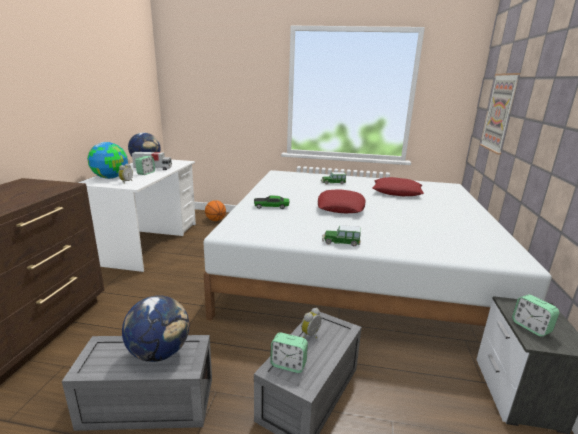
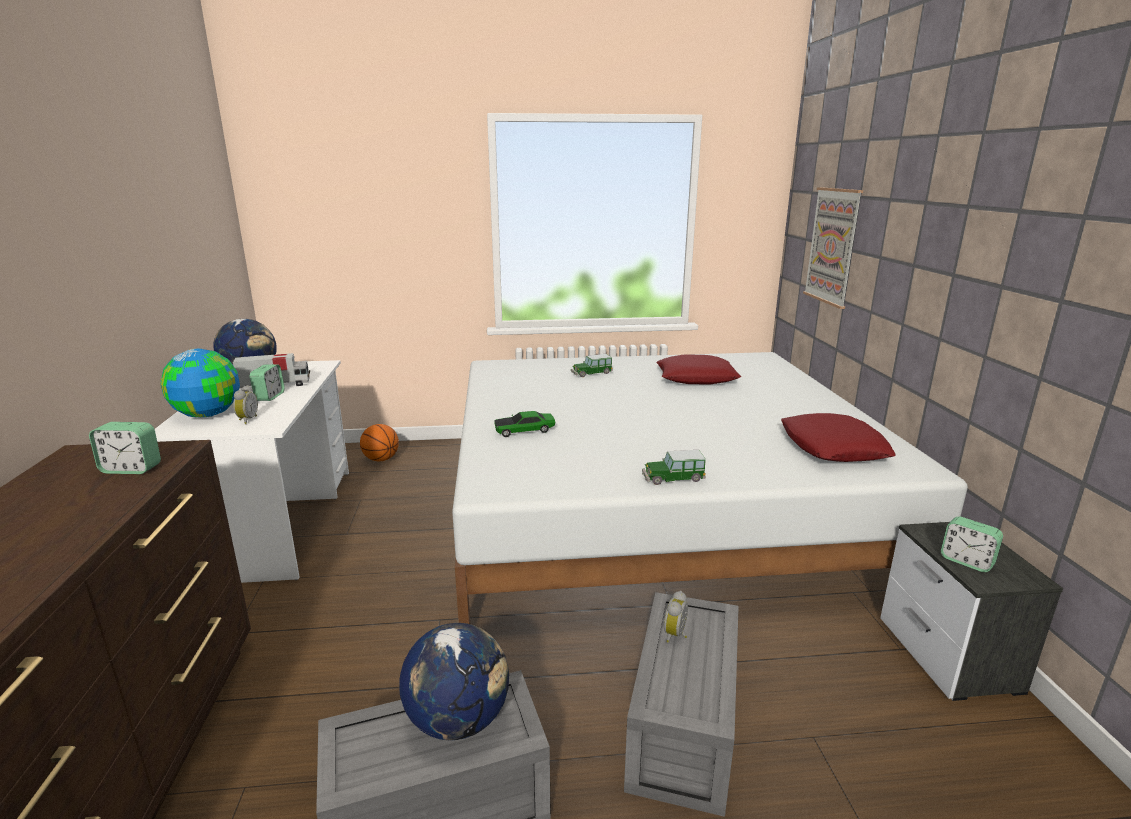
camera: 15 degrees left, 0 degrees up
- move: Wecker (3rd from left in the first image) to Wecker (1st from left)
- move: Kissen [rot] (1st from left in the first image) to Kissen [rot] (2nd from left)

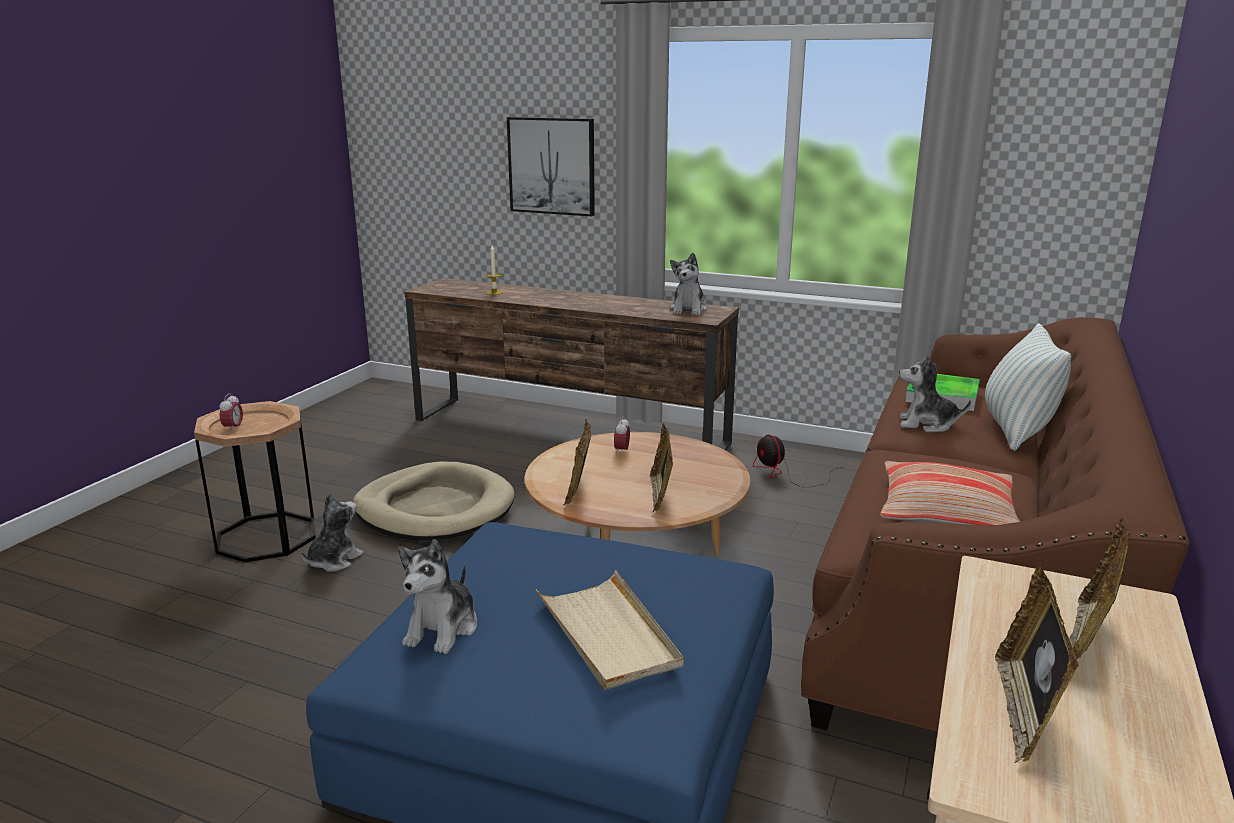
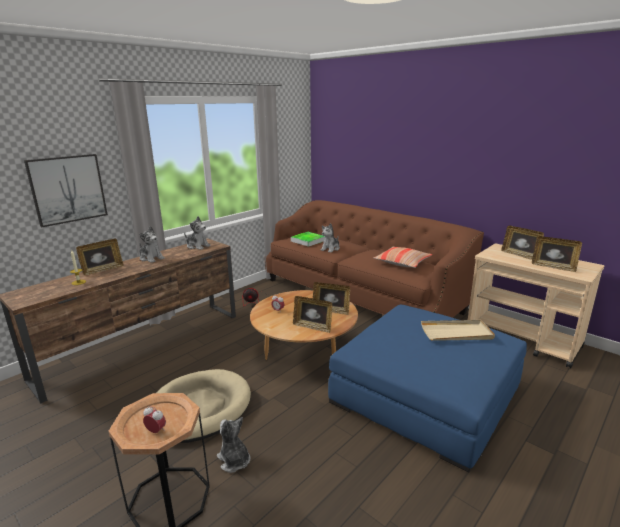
camera: 70 degrees left, 0 degrees up
- delete: Kissen (2nd from left)
- insert: Bilderrahmen (1st from left)
- move: Plüschtier (2nd from left in the first image) to Plüschtier (1st from left)

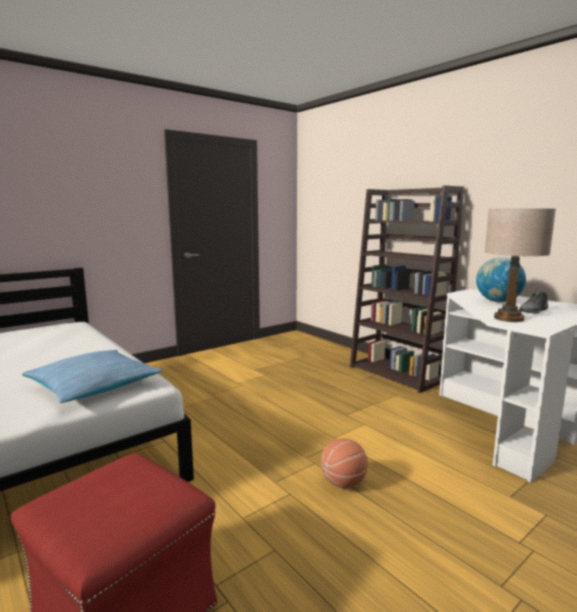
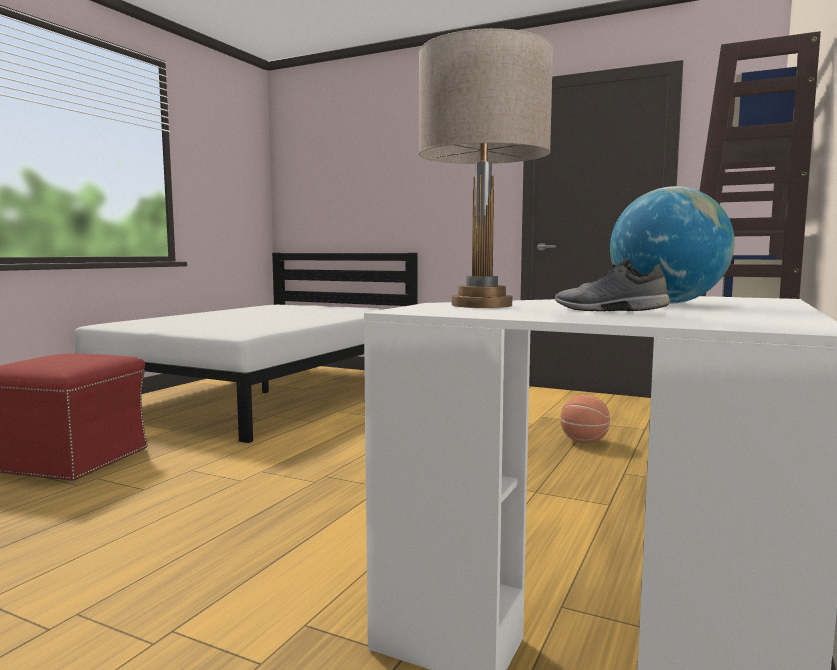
camera: 65 degrees right, 5 degrees down
- delete: Kissen
- move: Basketball

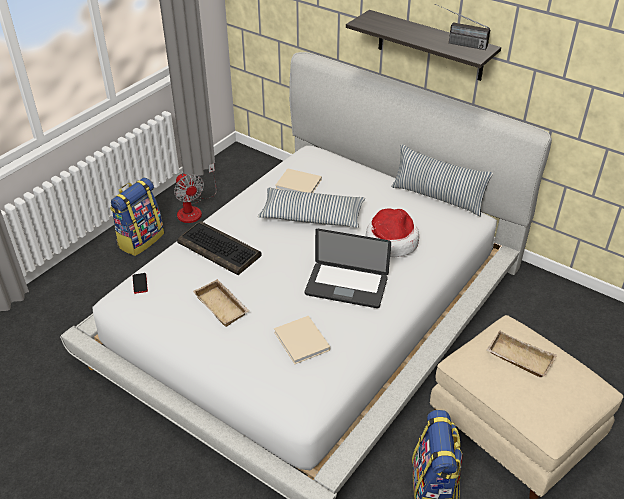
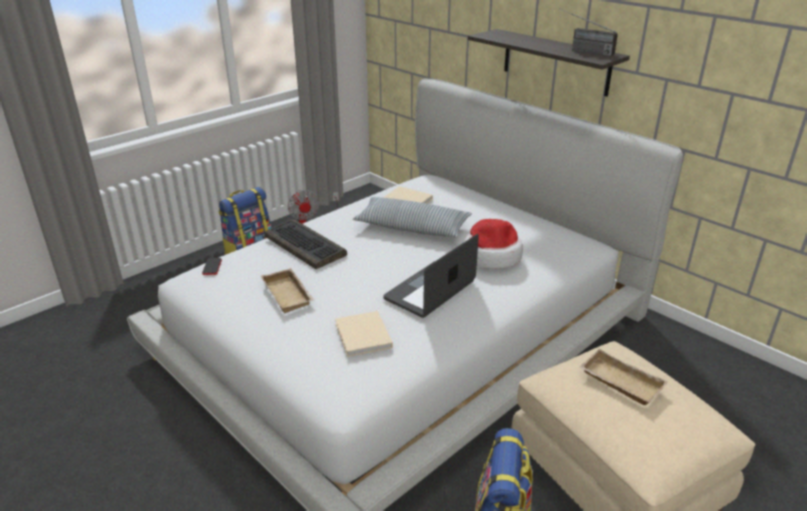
camera: 10 degrees right, 10 degrees down
- delete: Kissen (2nd from left)
- rotate: Laptop 105 degrees clockwise

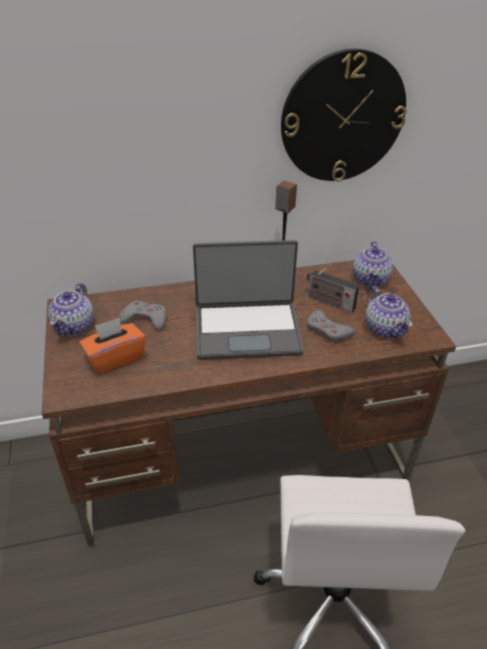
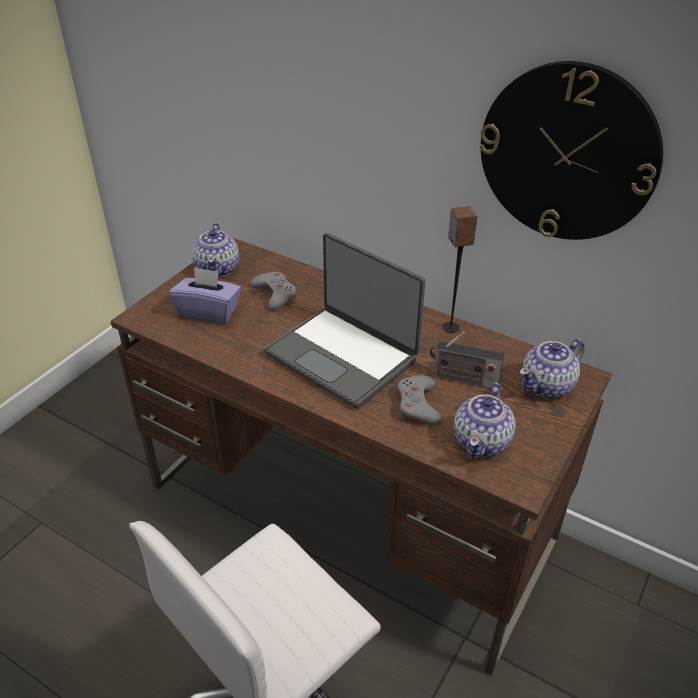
camera: 45 degrees right, 0 degrees up
- recolor: Taschentuchbox [orange] to Taschentuchbox [lila]
- rotate: Teekanne (1st from left) 60 degrees counterclockwise
- rotate: Radio 60 degrees counterclockwise

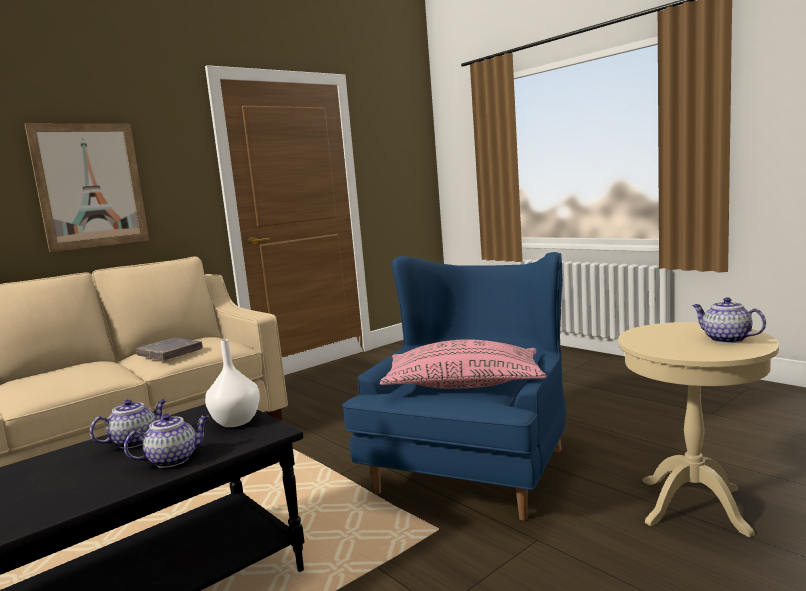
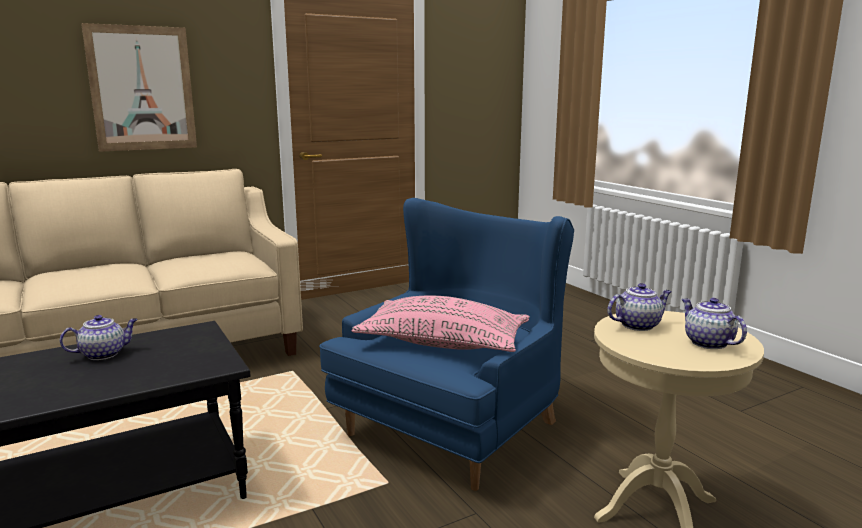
camera: 10 degrees right, 5 degrees up
- delete: Buch [grau]
- delete: Vase [weiß]
- move: Teekanne (2nd from left)

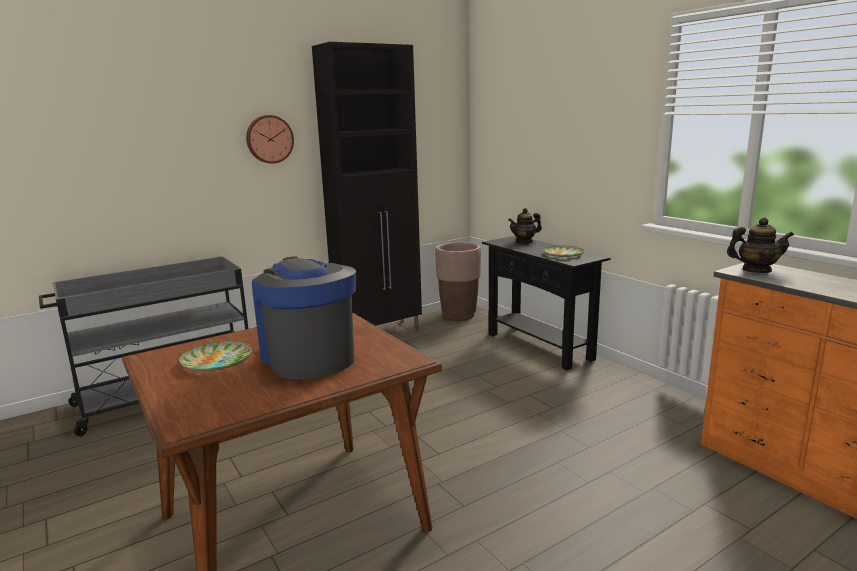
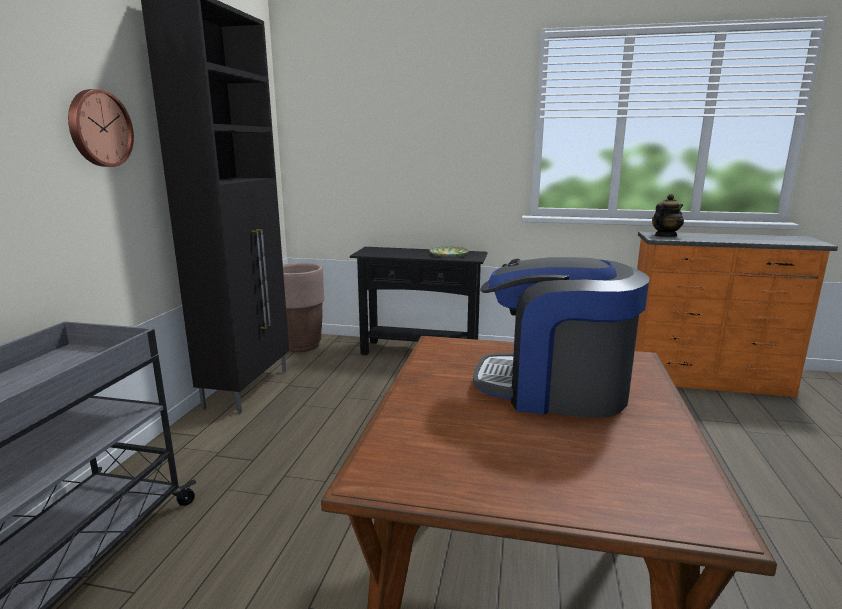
camera: 45 degrees left, 0 degrees up
- delete: Teller (1st from left)
- delete: Teekanne (1st from left)

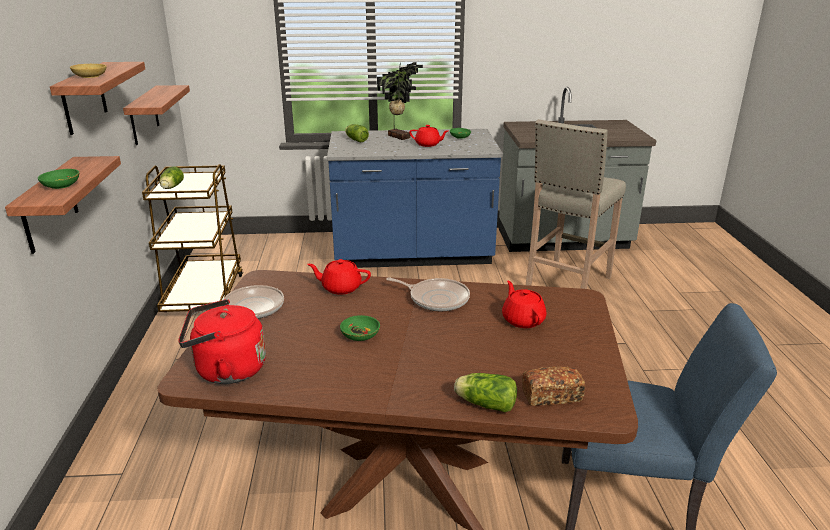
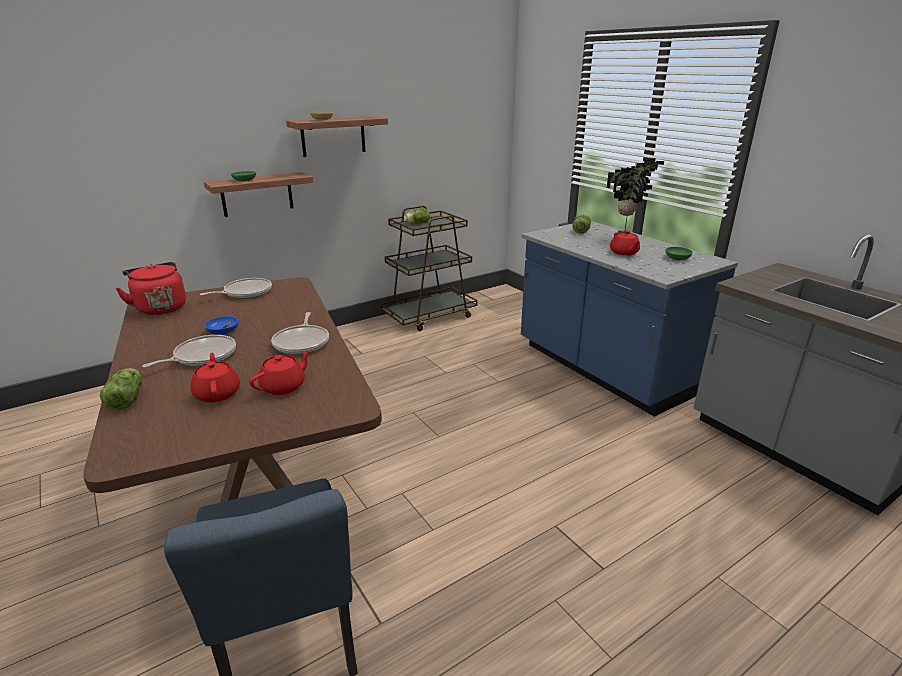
camera: 60 degrees right, 0 degrees up
- delete: Wandregal (3rd from left)
- delete: Brot
- delete: Hocker [beige]
- insert: Pfanne (1st from left)
- move: Teekanne [rot] (1st from left)
- recolor: Schüssel [grün] (2nd from left) to Schüssel [blau]

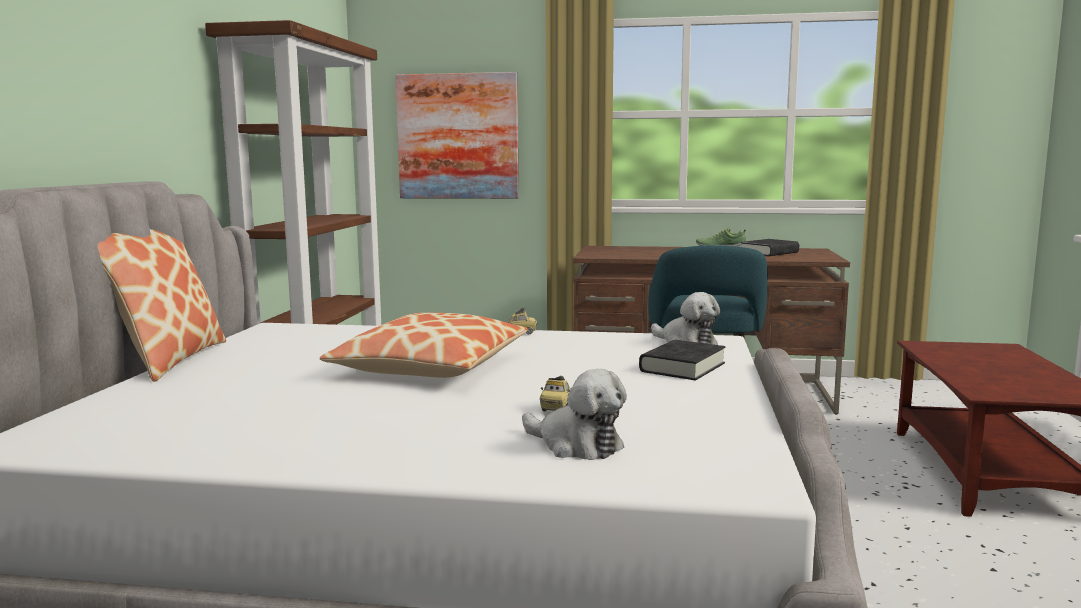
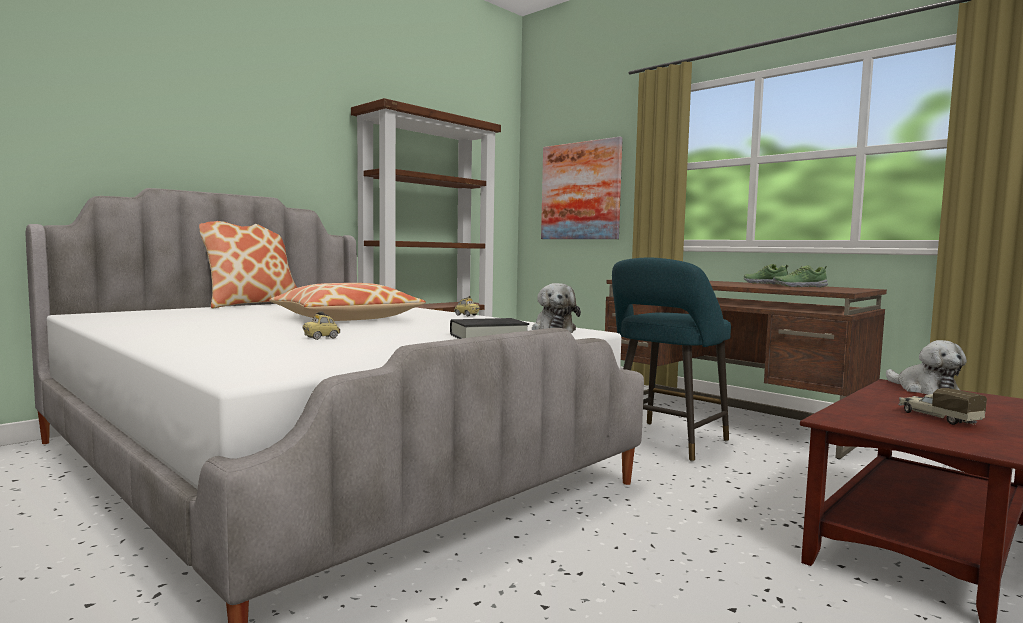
camera: 35 degrees right, 5 degrees down
- insert: Spielzeuglaster
- move: Plüschtier (1st from left in the first image) to Plüschtier (2nd from left)
- replace: Buch [schwarz] (2nd from left) to Schuh (2nd from left)

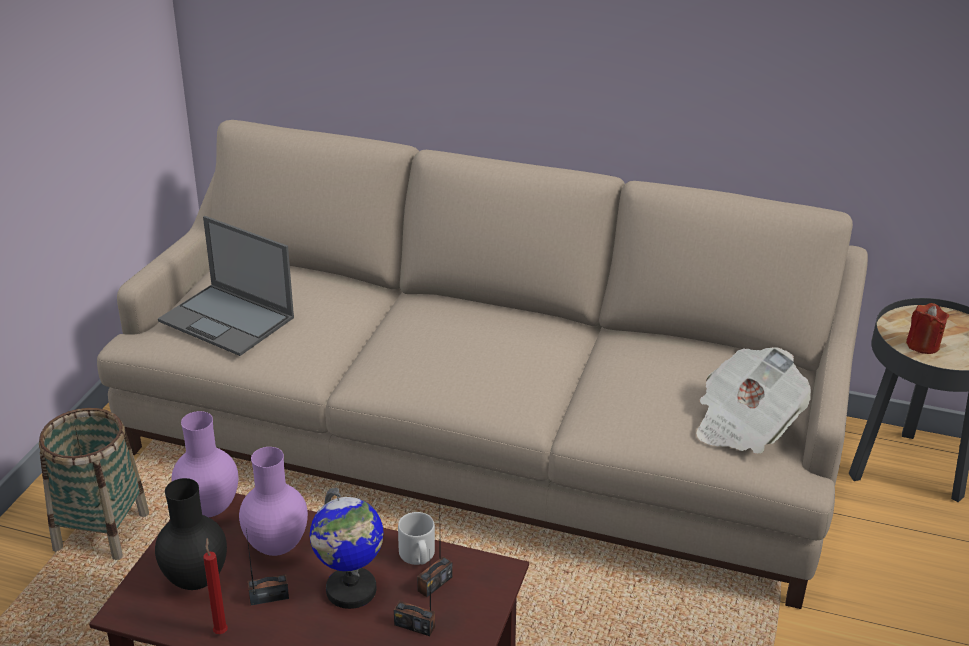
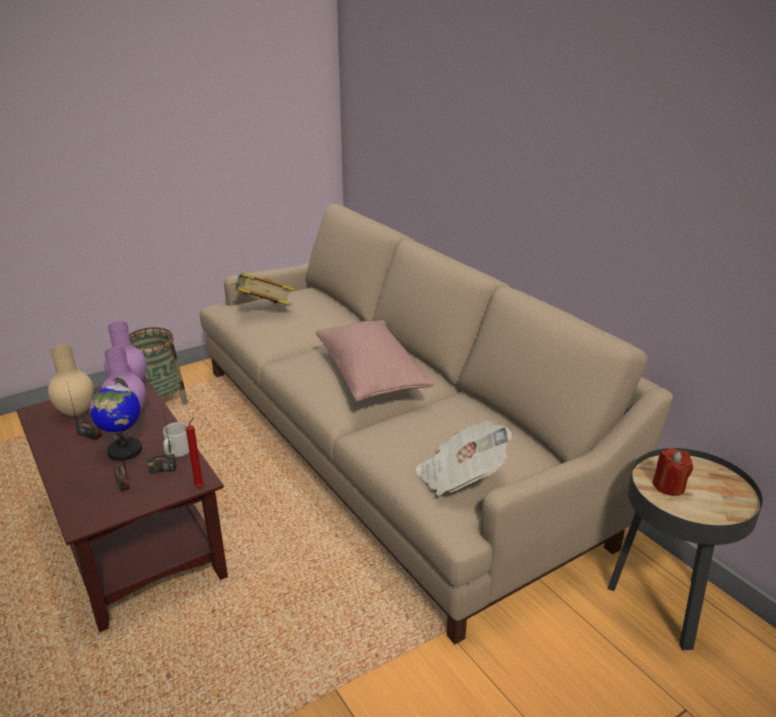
camera: 40 degrees right, 5 degrees down
- insert: Kissen [rosa]
- move: Kerze [rot] (1st from left)
- replace: Laptop to Buch
- recolor: Vase [schwarz] to Vase [beige]

